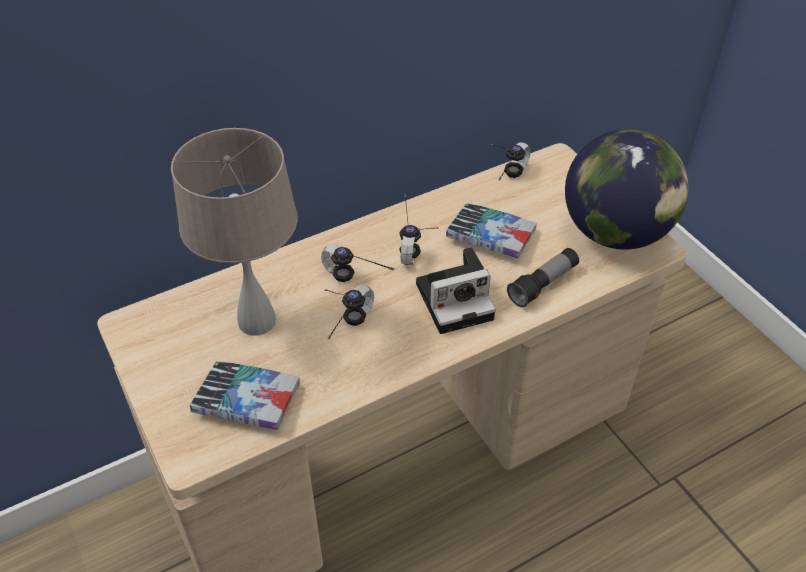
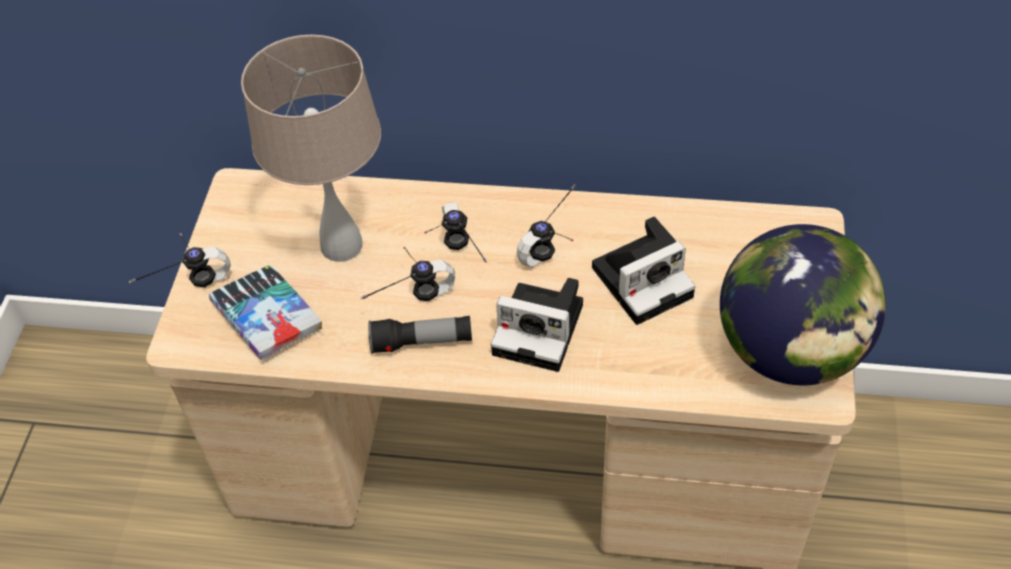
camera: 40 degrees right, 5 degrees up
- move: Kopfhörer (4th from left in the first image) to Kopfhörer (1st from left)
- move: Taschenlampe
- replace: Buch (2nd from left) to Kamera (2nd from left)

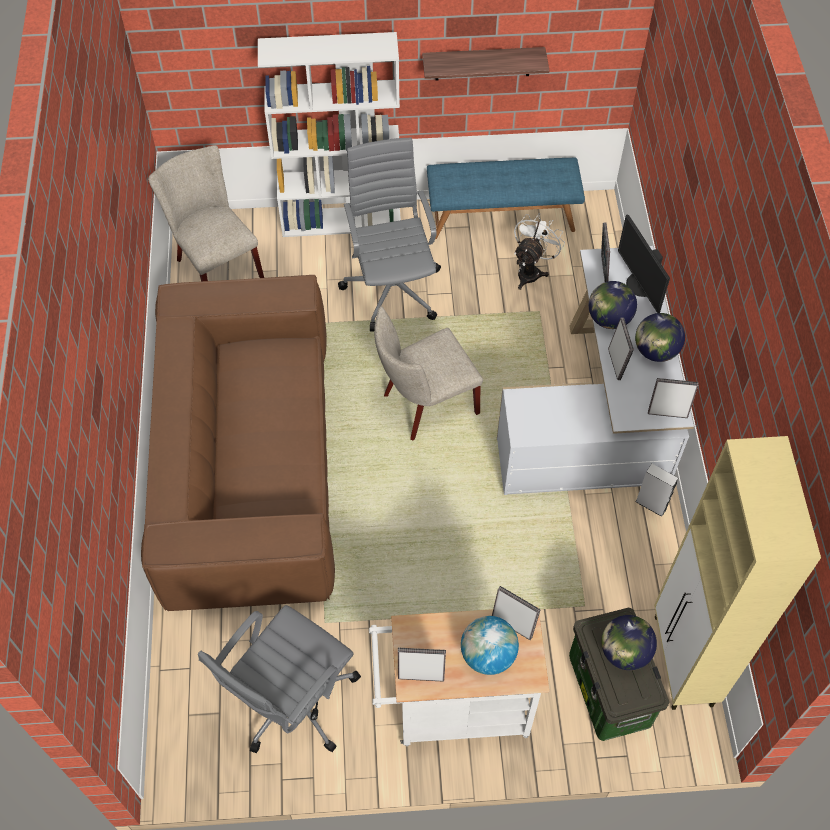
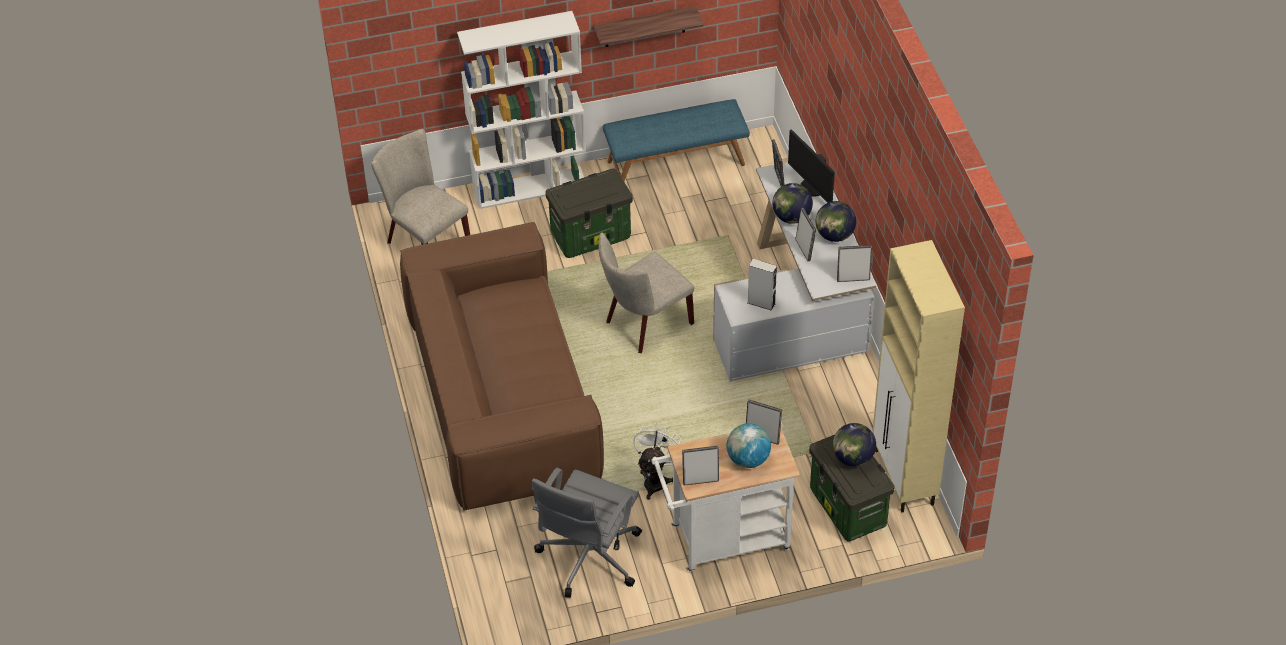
camera: 10 degrees left, 10 degrees down
- move: Ventilator [weiß]
- move: Lautsprecher [grau]
- replace: Bürostuhl [grau] (2nd from left) to Aufbewahrungsbox (1st from left)

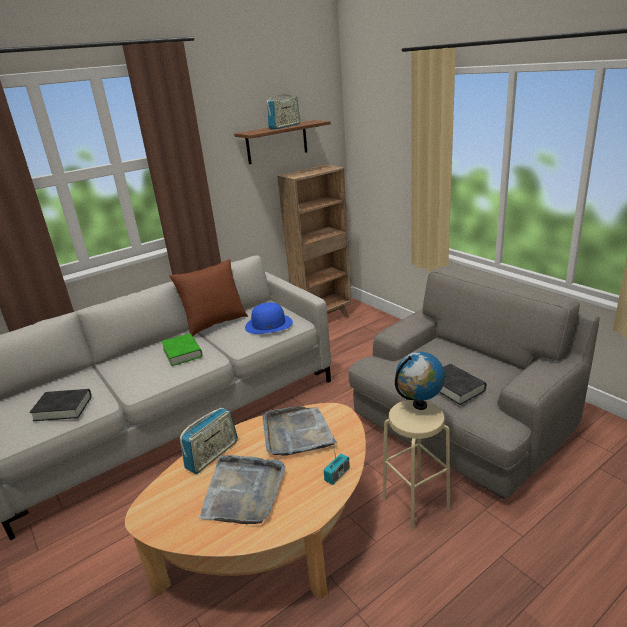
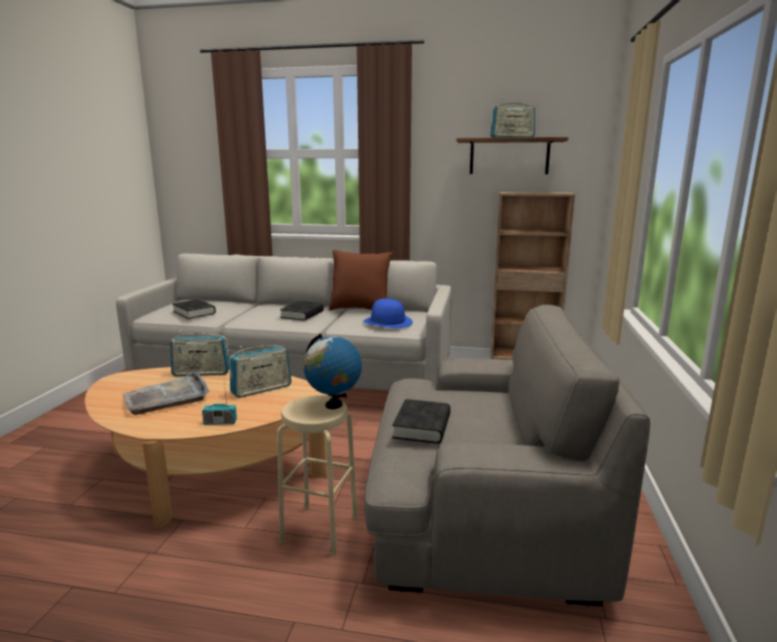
camera: 45 degrees right, 10 degrees down
- replace: Tablett [grau] (2nd from left) to Radio (3rd from left)
- recolor: Buch [grün] to Buch [schwarz] (2nd from left)

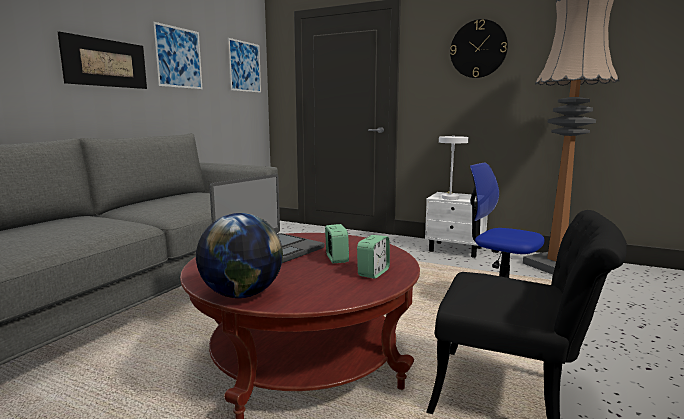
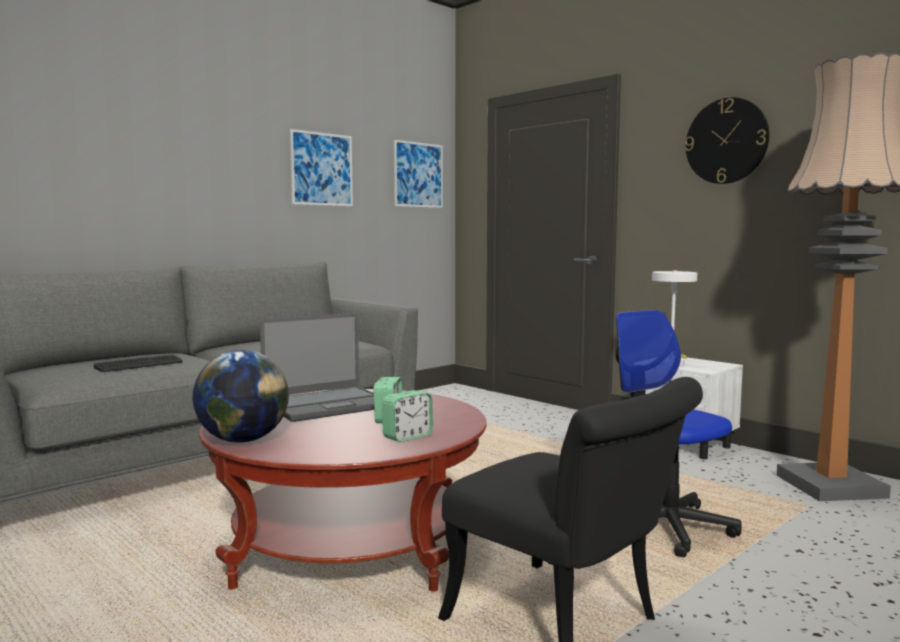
camera: 20 degrees right, 5 degrees down
- delete: Bild (1st from left)
- insert: Tastatur

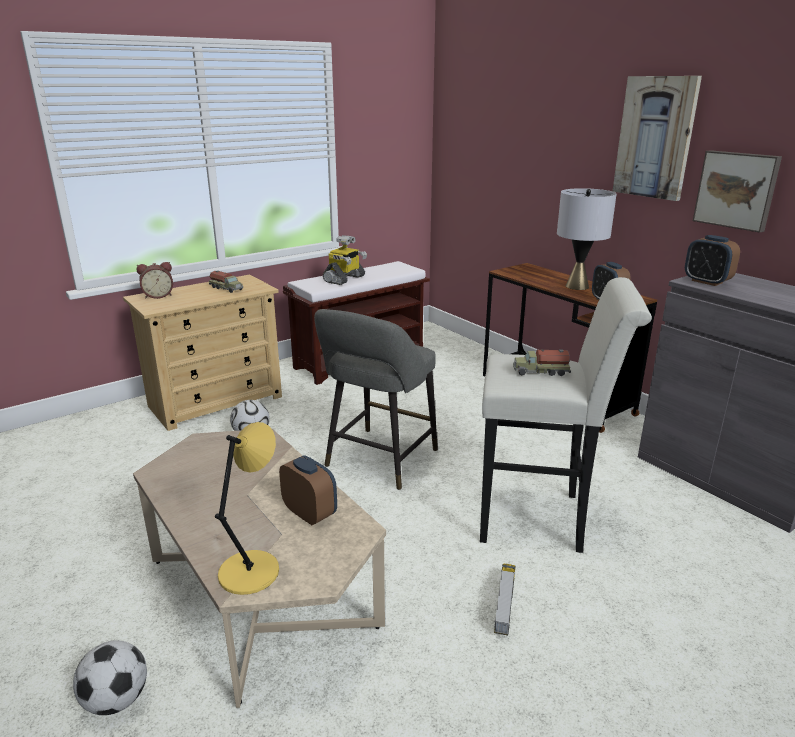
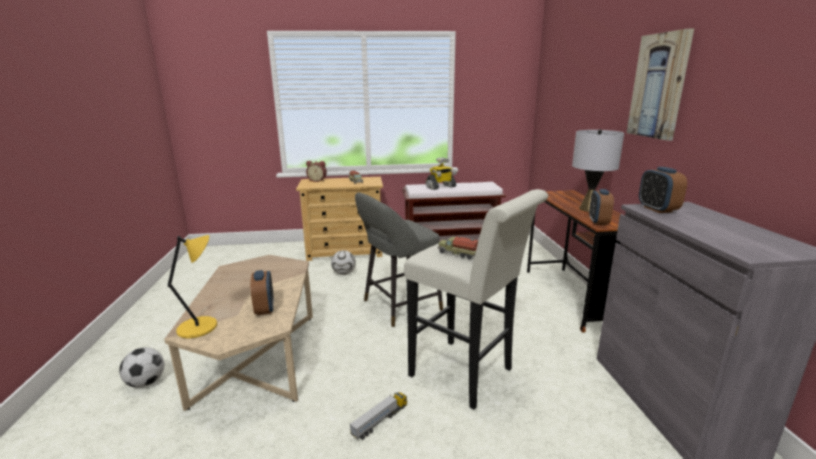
camera: 30 degrees right, 5 degrees down
- delete: Bild (2nd from left)

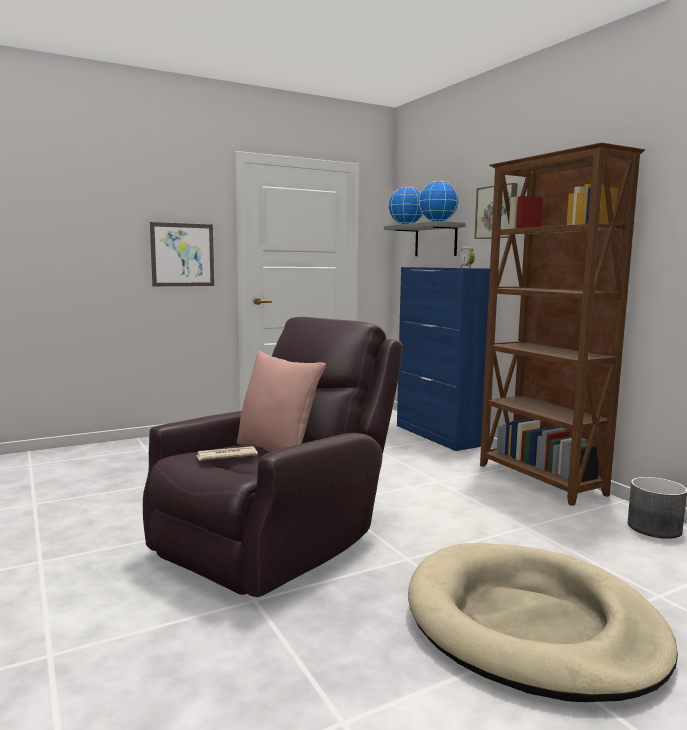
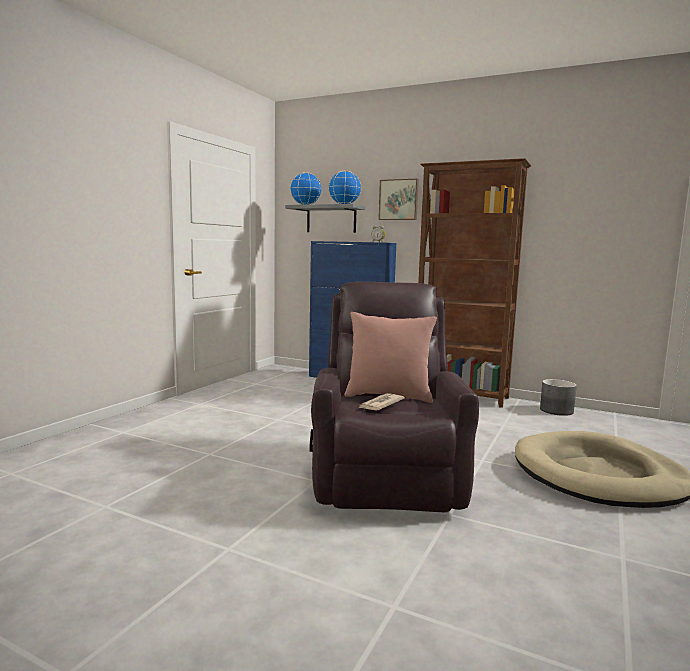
camera: 35 degrees left, 0 degrees up
- delete: Bild (1st from left)

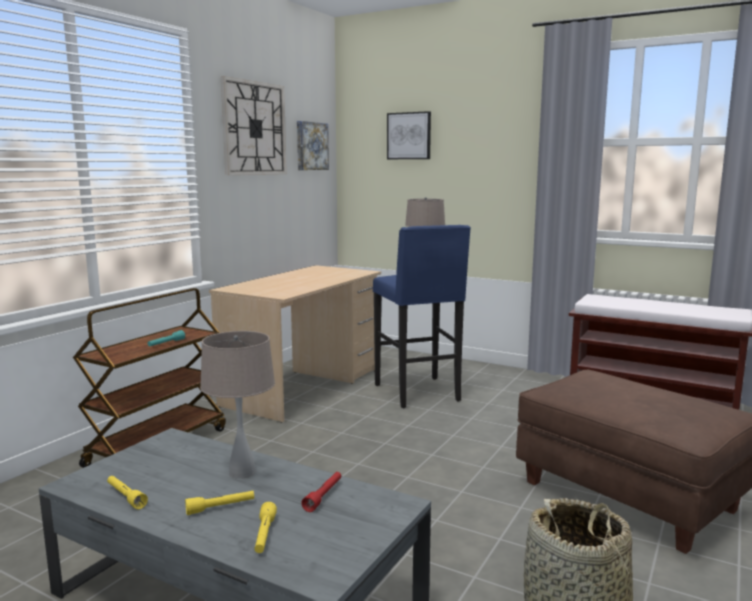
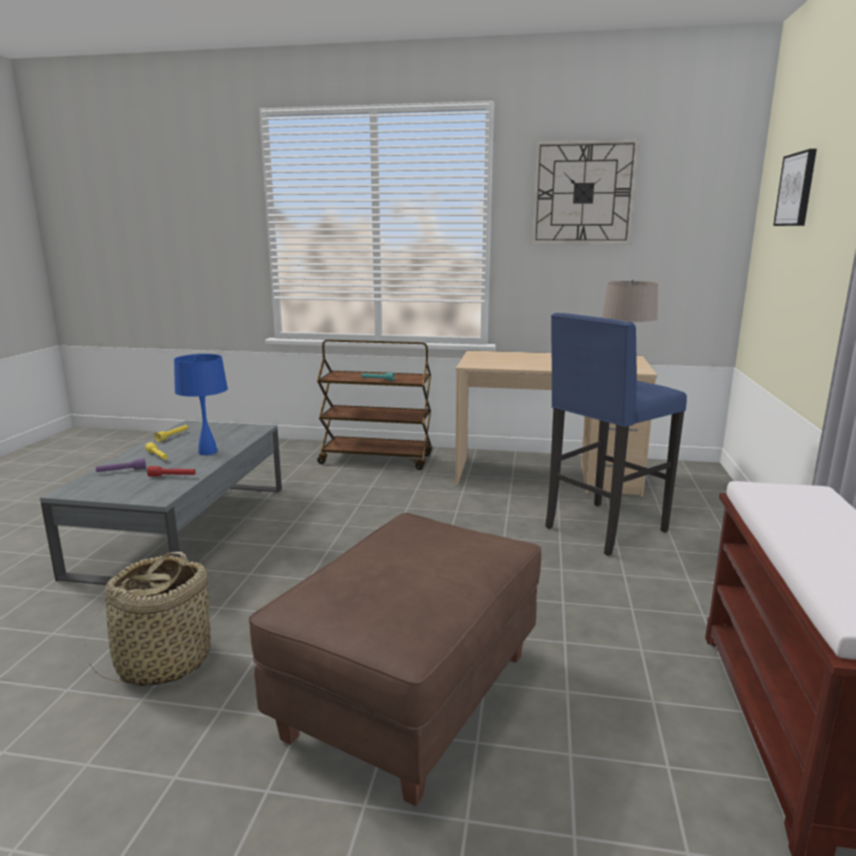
camera: 70 degrees right, 5 degrees up
- delete: Bild (1st from left)
- recolor: Tischlampe [beige] (1st from left) to Tischlampe [blau]
- recolor: Taschenlampe [gelb] (3rd from left) to Taschenlampe [lila]

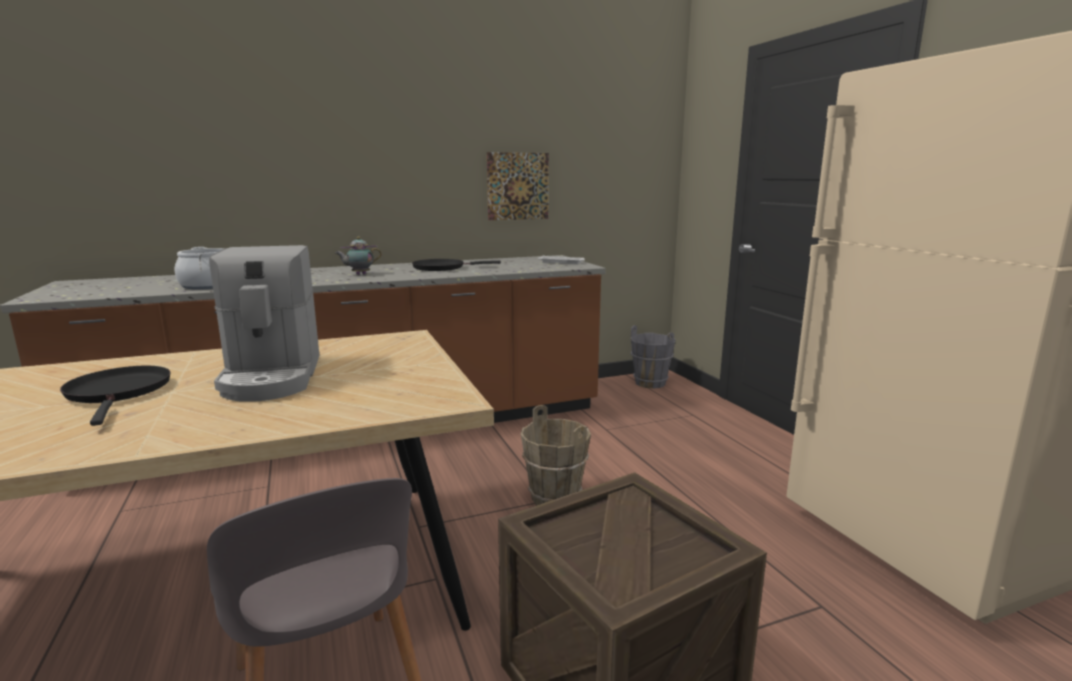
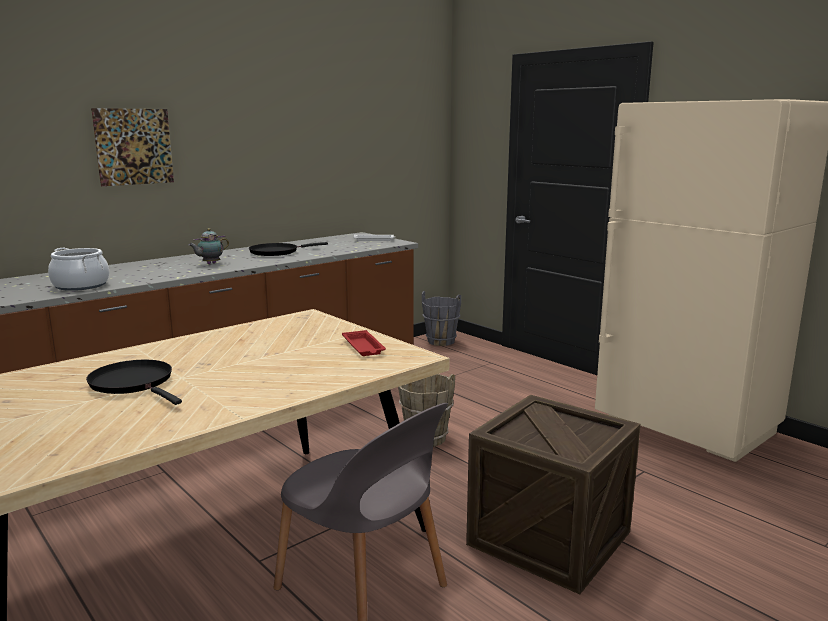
camera: 20 degrees left, 0 degrees up
- delete: Kaffeemaschine
- insert: Tablett [rot]
- move: Bild

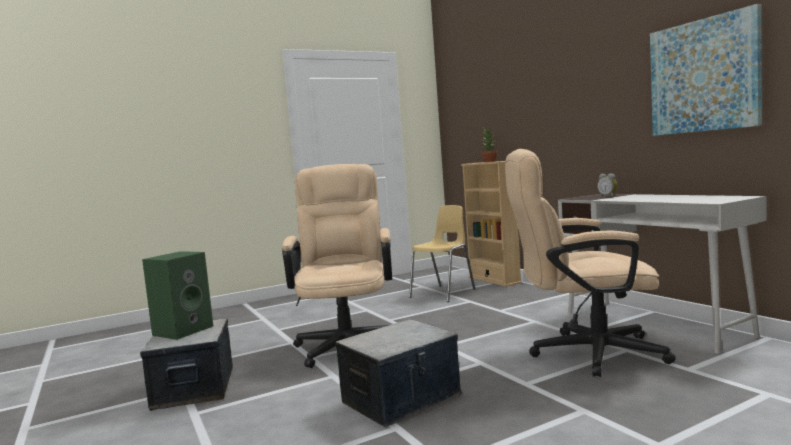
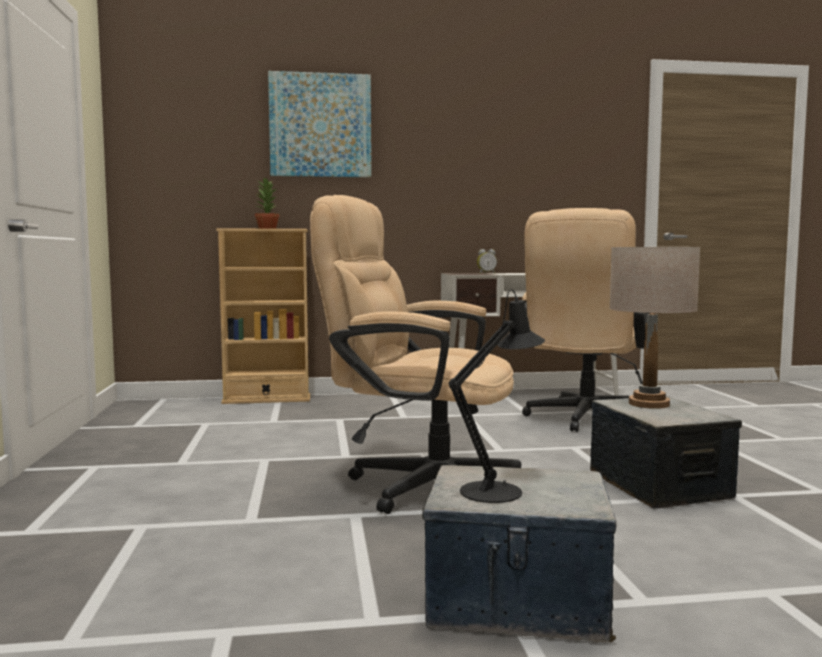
camera: 70 degrees left, 0 degrees up
- delete: Stuhl [gelb]
- insert: Tischlampe [beige]
- move: Bild
- replace: Lautsprecher [grün] to Tischlampe [schwarz]

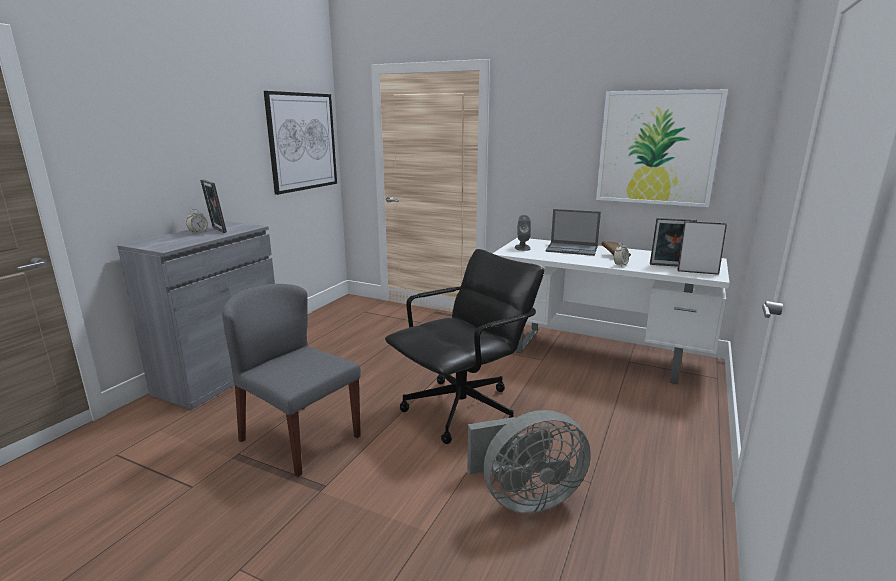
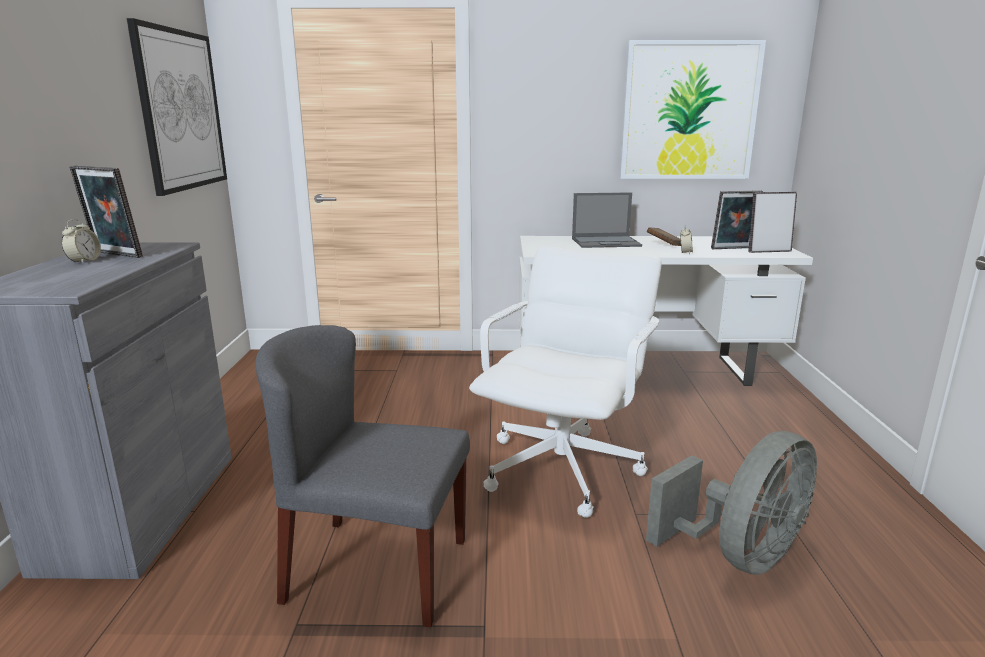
camera: 25 degrees left, 0 degrees up
- delete: Lautsprecher [grau]
- recolor: Bürostuhl [schwarz] to Bürostuhl [weiß]

